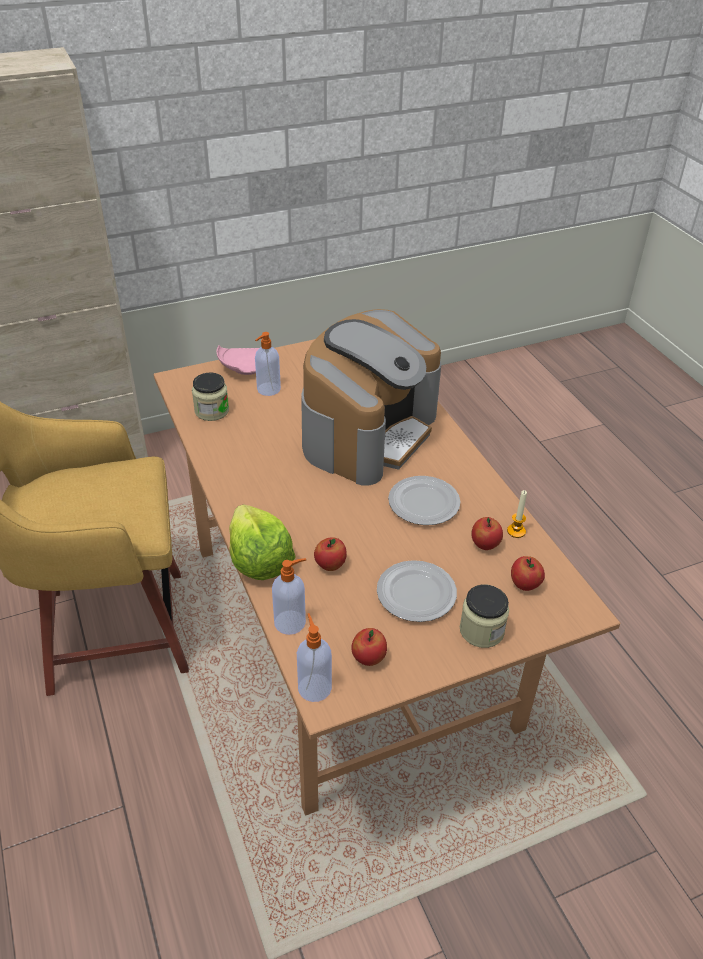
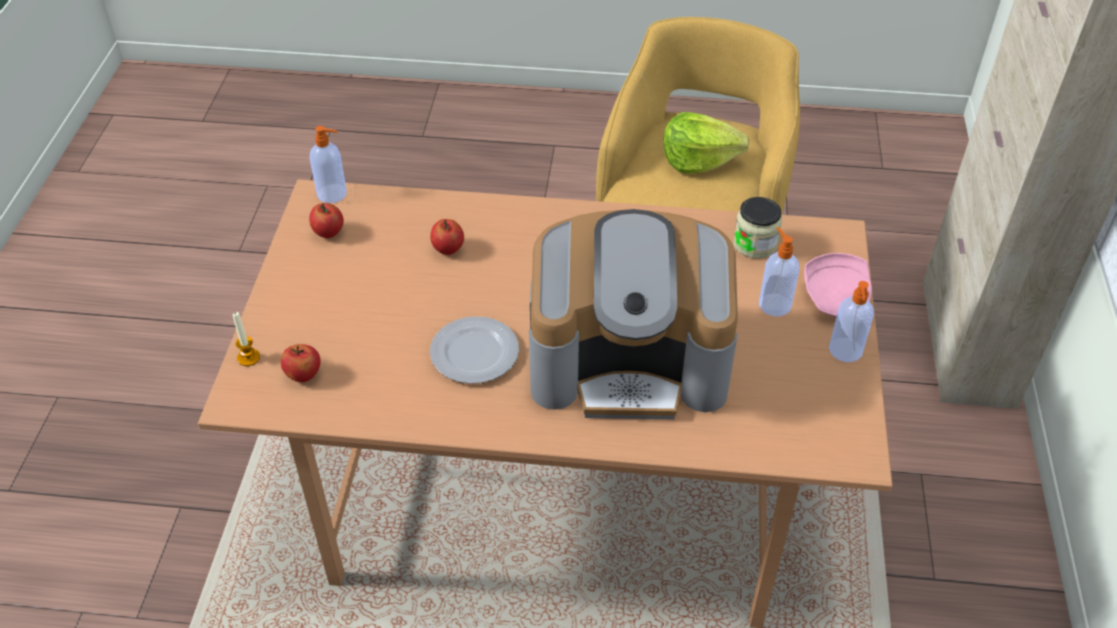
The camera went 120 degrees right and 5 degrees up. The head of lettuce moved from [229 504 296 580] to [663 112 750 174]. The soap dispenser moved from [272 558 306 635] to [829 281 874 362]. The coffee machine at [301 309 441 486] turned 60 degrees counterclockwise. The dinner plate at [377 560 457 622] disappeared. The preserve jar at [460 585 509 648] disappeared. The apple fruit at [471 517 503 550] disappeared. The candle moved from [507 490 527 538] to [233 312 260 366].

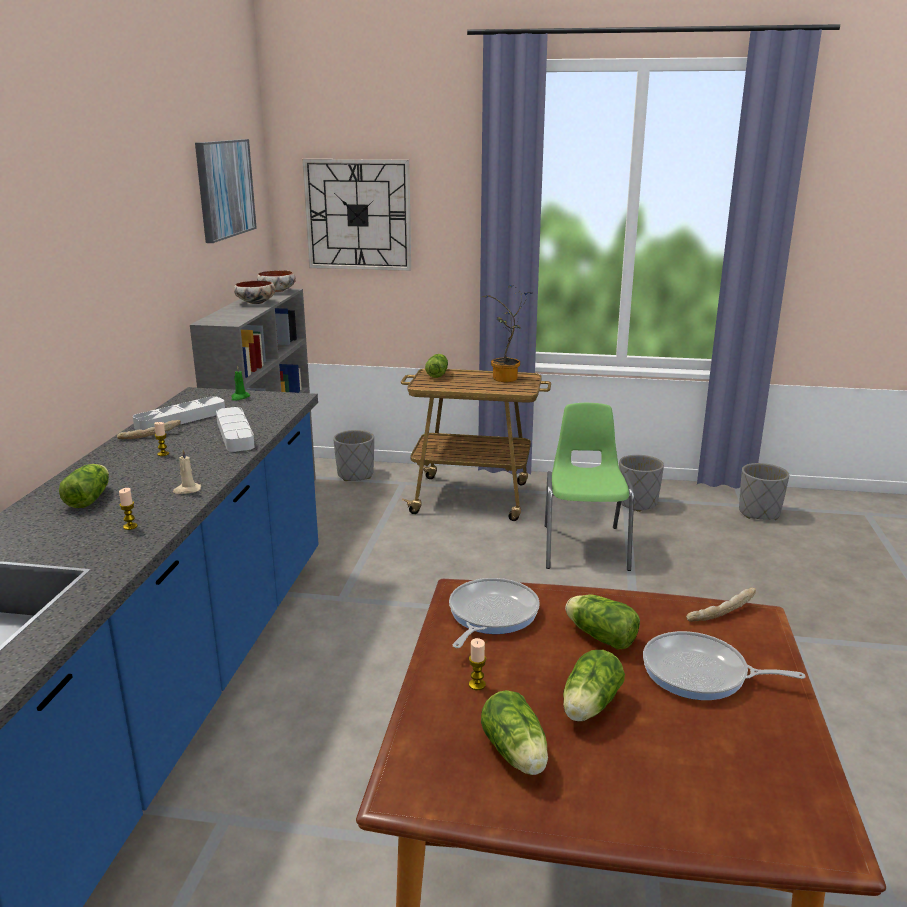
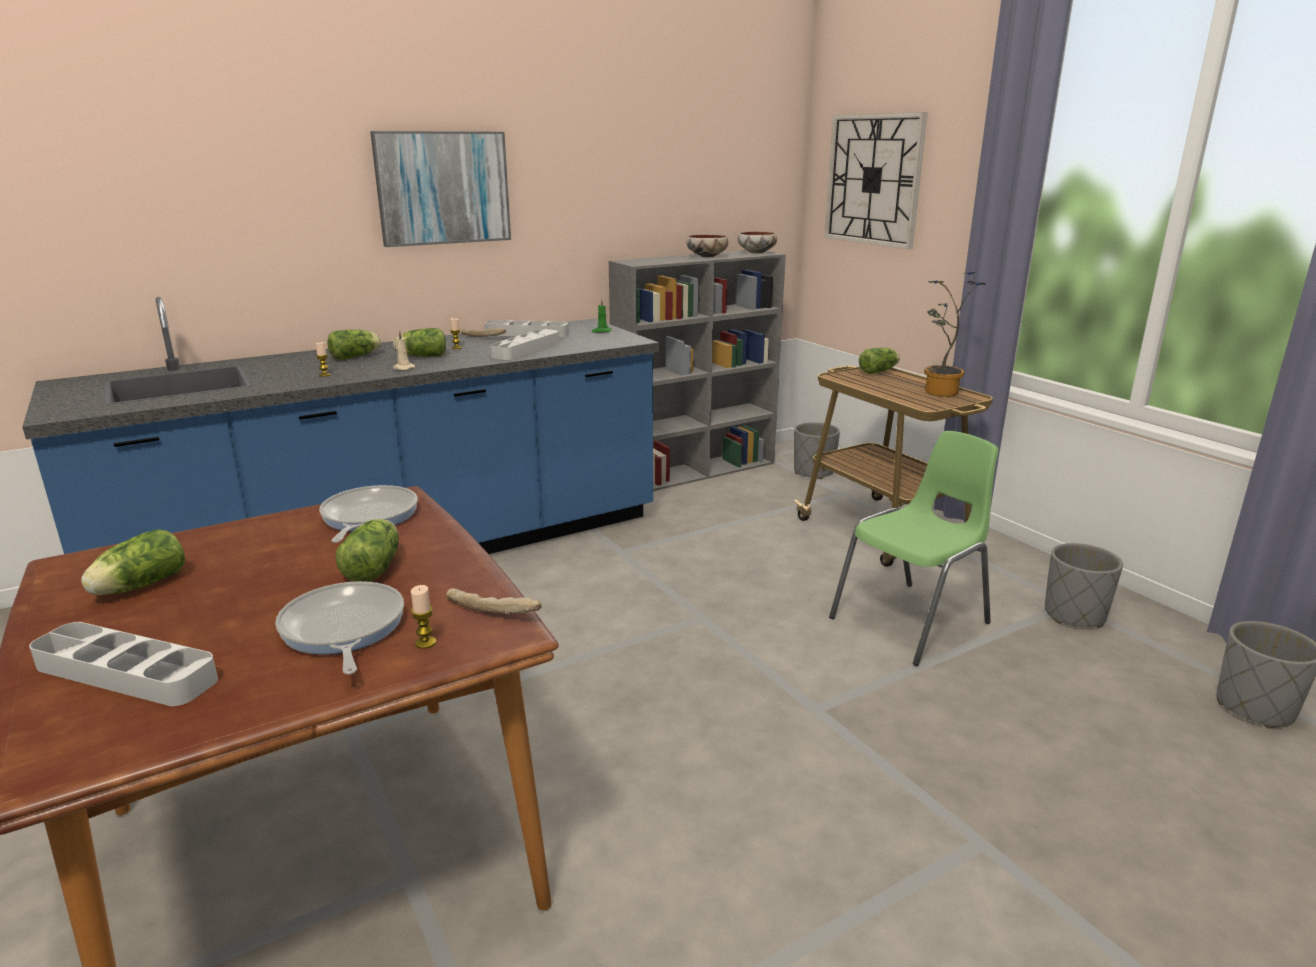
The camera went 50 degrees right and 0 degrees up. The picture moved from [195 139 257 243] to [370 131 511 247]. The skillet at [449 578 540 648] turned 75 degrees counterclockwise. The candle moved from [469 638 486 690] to [411 585 436 649]. The head of lettuce moved from [563 650 625 722] to [393 328 446 357]. The carrying tray (greyish) at [29 622 218 706] appeared.

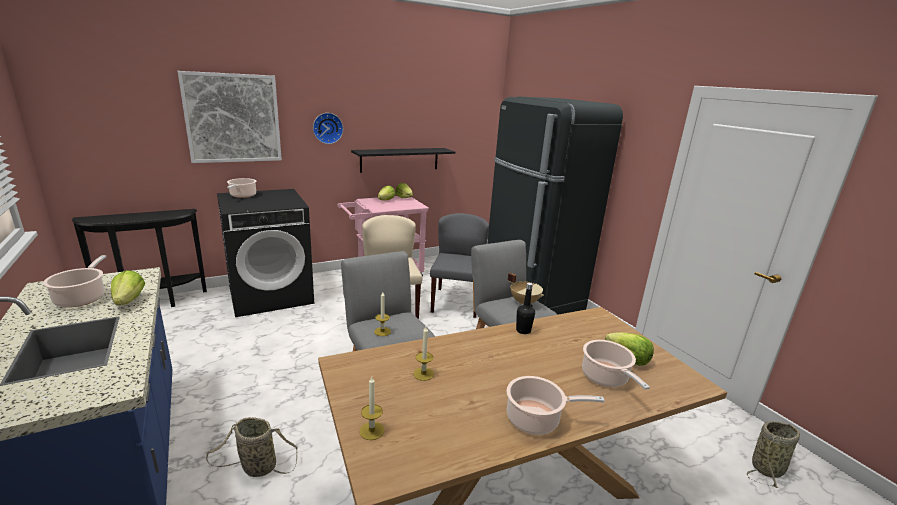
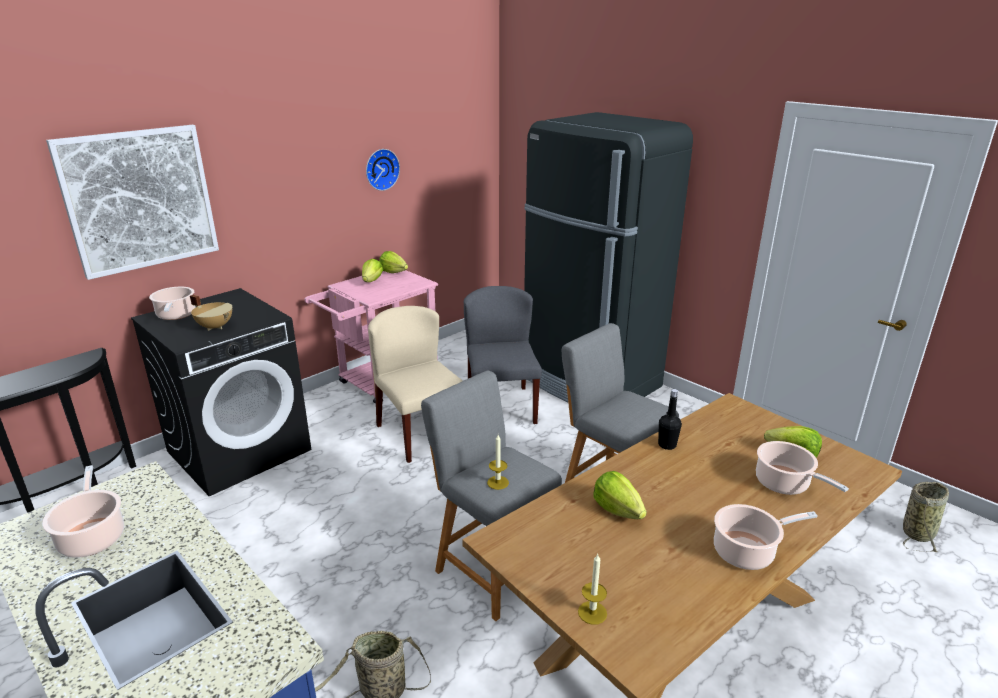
The camera went 15 degrees left and 5 degrees up. The head of lettuce moved from [111 270 145 305] to [594 471 647 519]. The wall clock moved from [313 113 343 144] to [366 149 400 191]. The bracket shelf (black) at [351 148 455 173] disappeared. The candle at [413 327 434 381] disappeared. The stockpot (beige) moved from [508 273 544 305] to [190 295 232 331].

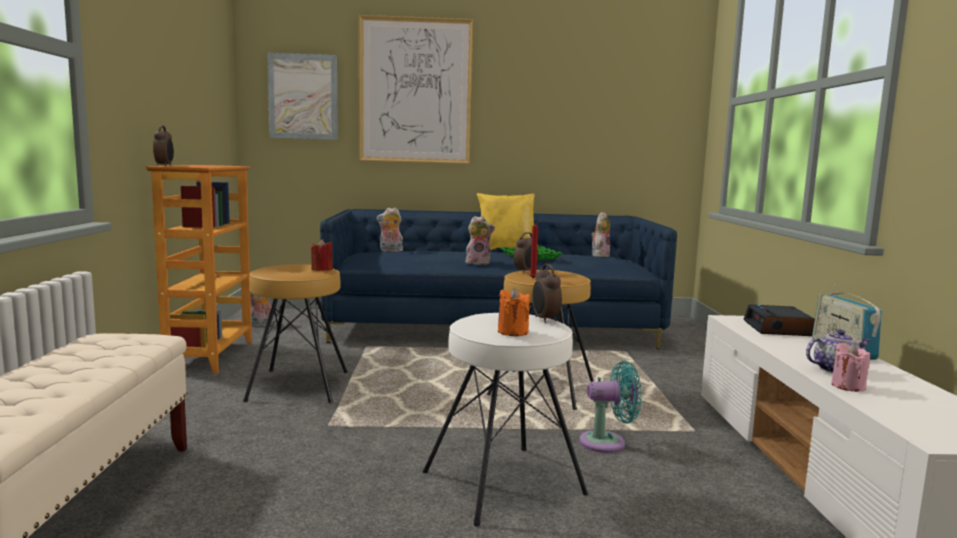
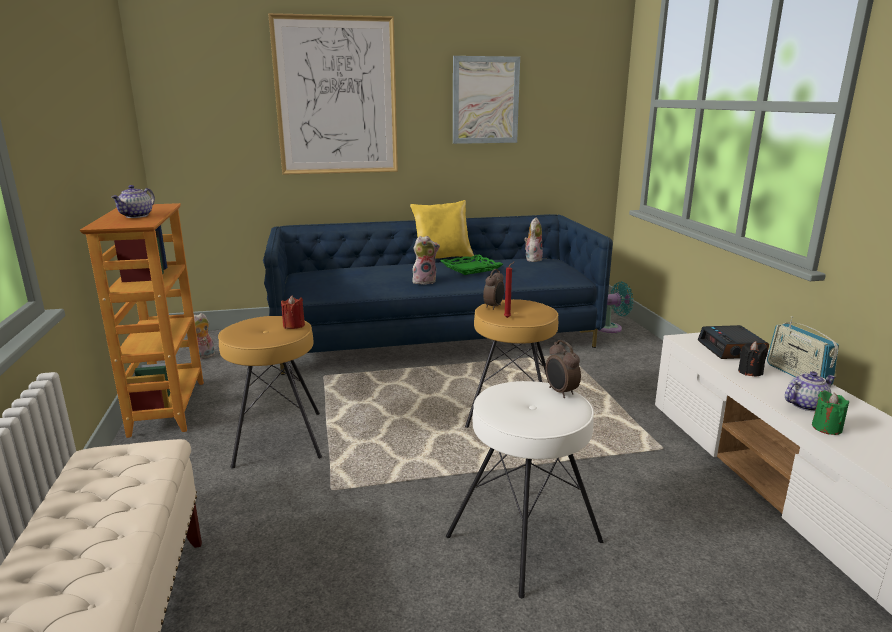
The camera went 10 degrees left and 10 degrees up. The table clock at [153 126 174 166] disappeared. The picture moved from [268 53 338 140] to [453 56 520 144]. The plush toy at [376 208 404 252] disappeared. The candle (orange) at [498 288 530 336] disappeared. The fan (turquoise-coloured) moved from [579 361 642 453] to [597 282 634 333]. The candle (pink) at [831 343 870 392] became the candle (green) at [812 390 849 435]. The teapot at [111 185 155 218] appeared. The candle (black) at [738 341 767 376] appeared.

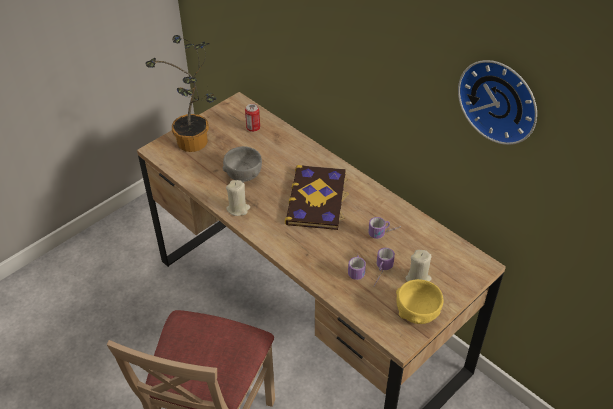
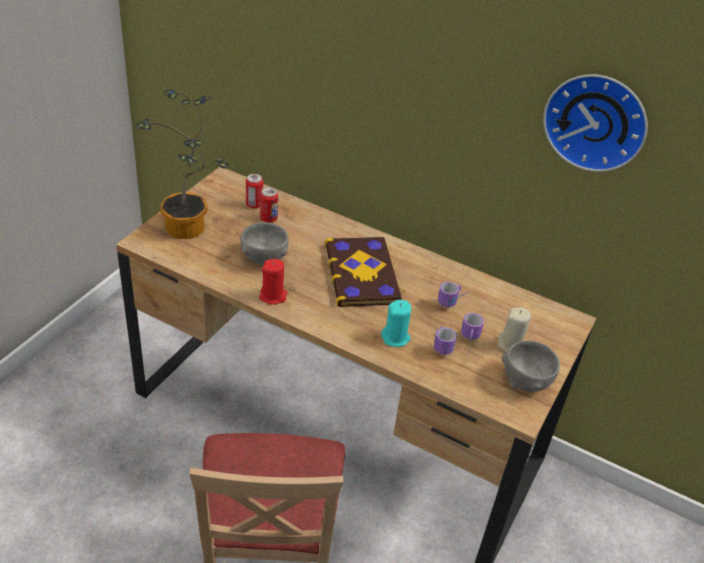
The camera went 20 degrees left and 5 degrees down. The candle (beige) at [226 180 250 216] became the candle (red) at [259 259 287 305]. The deep dish (yellow) at [396 279 444 324] became the deep dish (greyish) at [502 341 560 392]. The can at [260 188 278 223] appeared. The candle (turquoise-coloured) at [381 300 411 347] appeared.

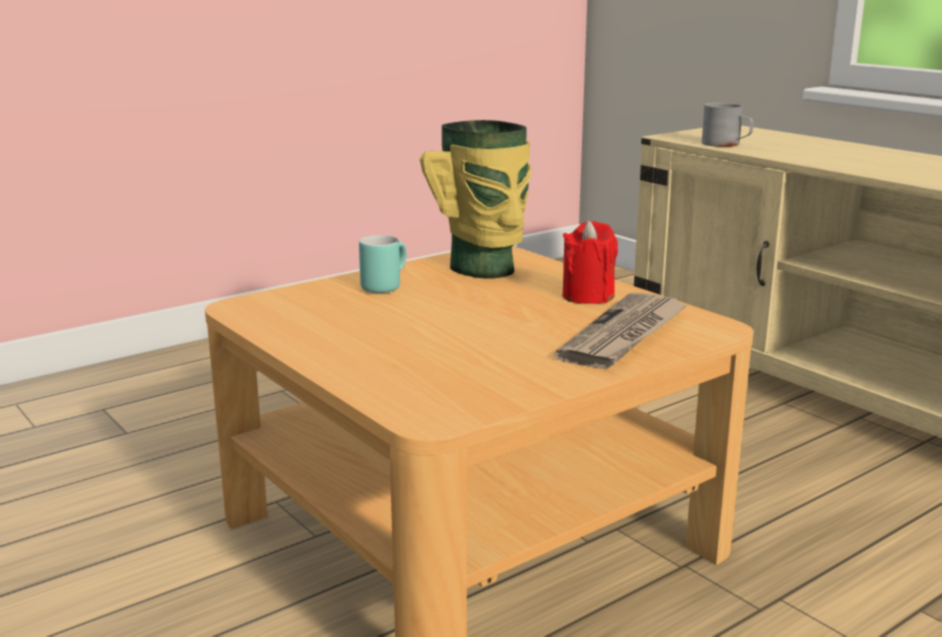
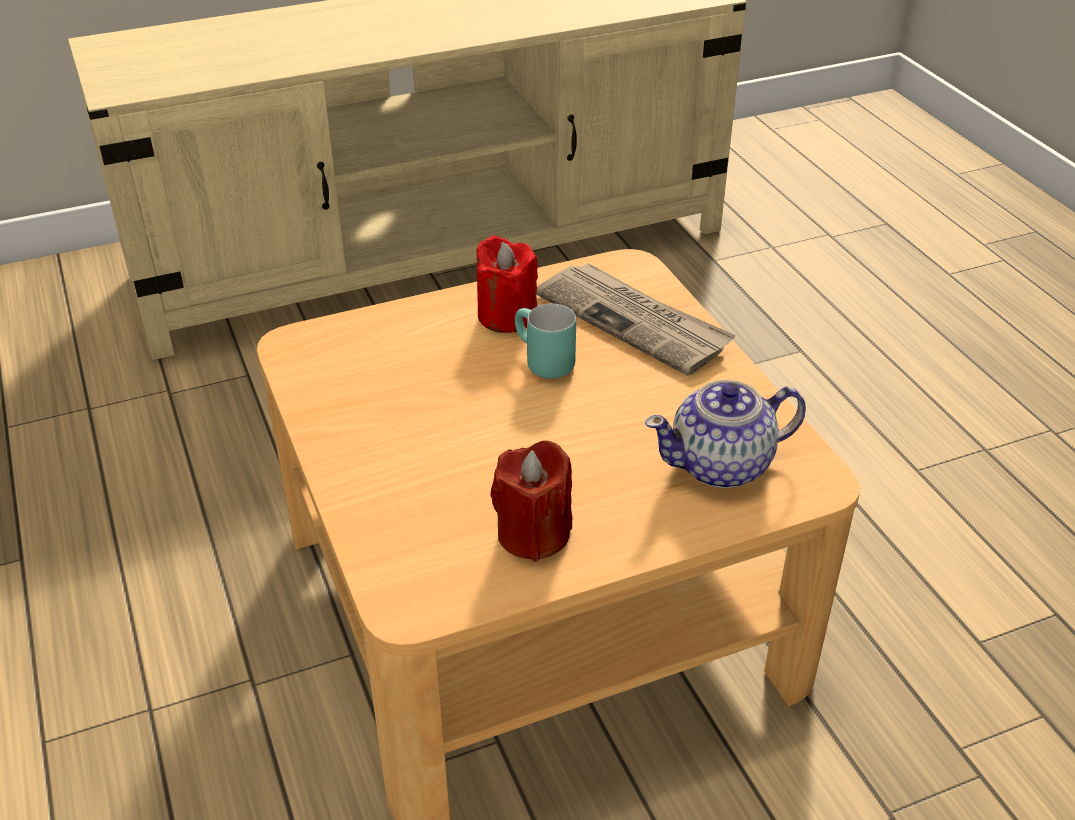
The camera went 75 degrees left and 20 degrees up. The tea mug (turquoise-coloured) moved from [359 235 407 293] to [515 304 576 379]. The decorative vase at [420 120 532 279] disappeared. The tea mug (greyish) at [702 102 753 147] disappeared. The candle (red) at [491 441 572 562] appeared. The teapot at [645 380 806 488] appeared.

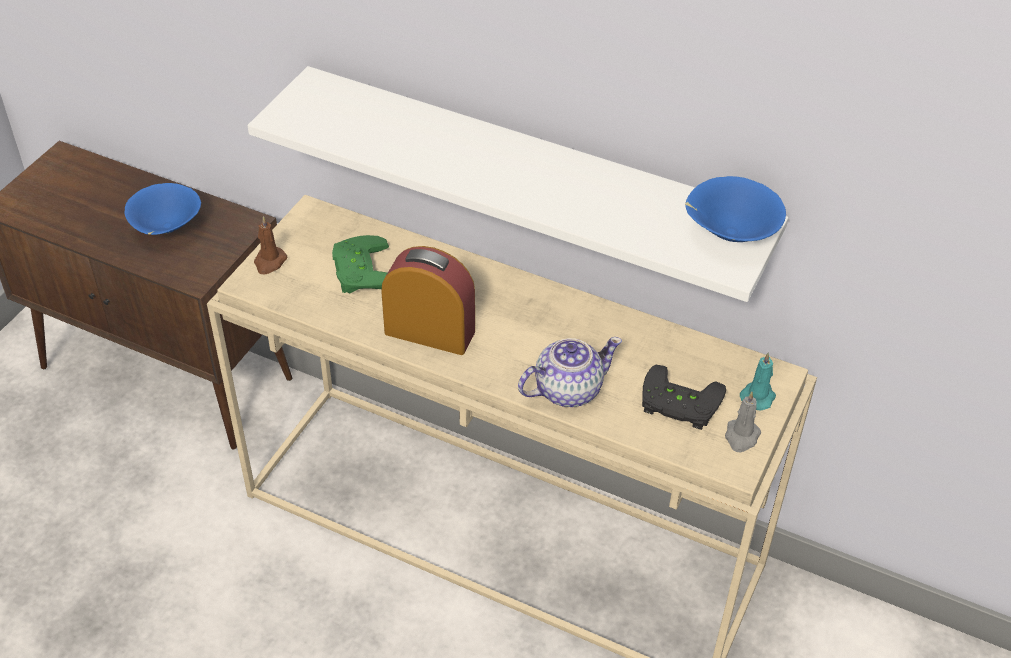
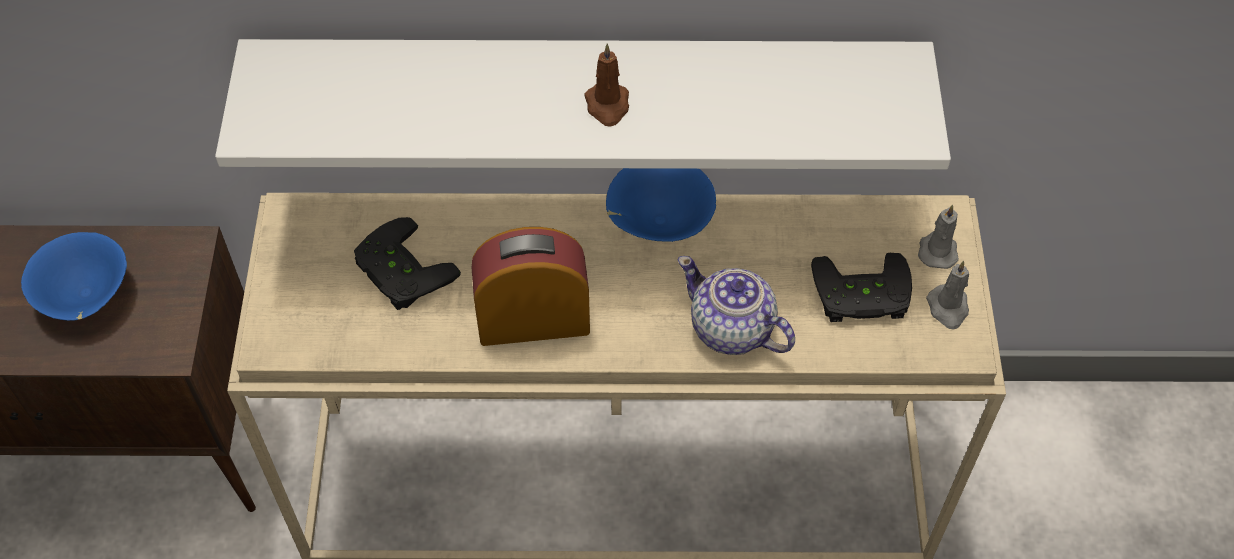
The camera went 25 degrees left and 10 degrees up. The candle (brownish) moved from [254 216 287 275] to [584 44 629 127]. The joypad (green) at [332 235 389 293] became the joypad (black) at [354 217 461 310]. The teapot at [518 337 622 407] turned 90 degrees counterclockwise. The deep dish (blue-coloured) moved from [685 176 786 242] to [606 168 716 242]. The candle (turquoise-coloured) at [740 352 776 410] became the candle (greyish) at [918 205 959 269].

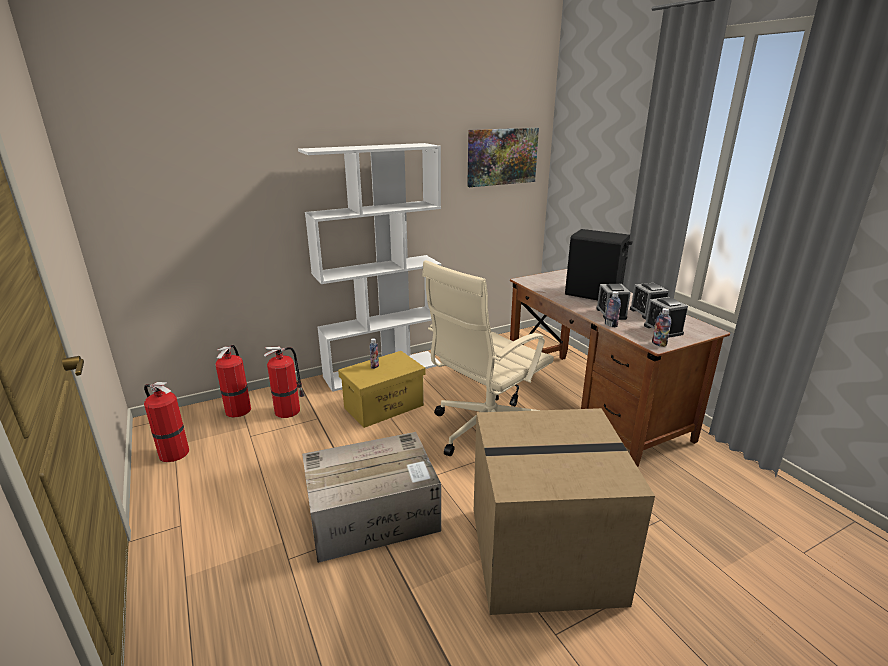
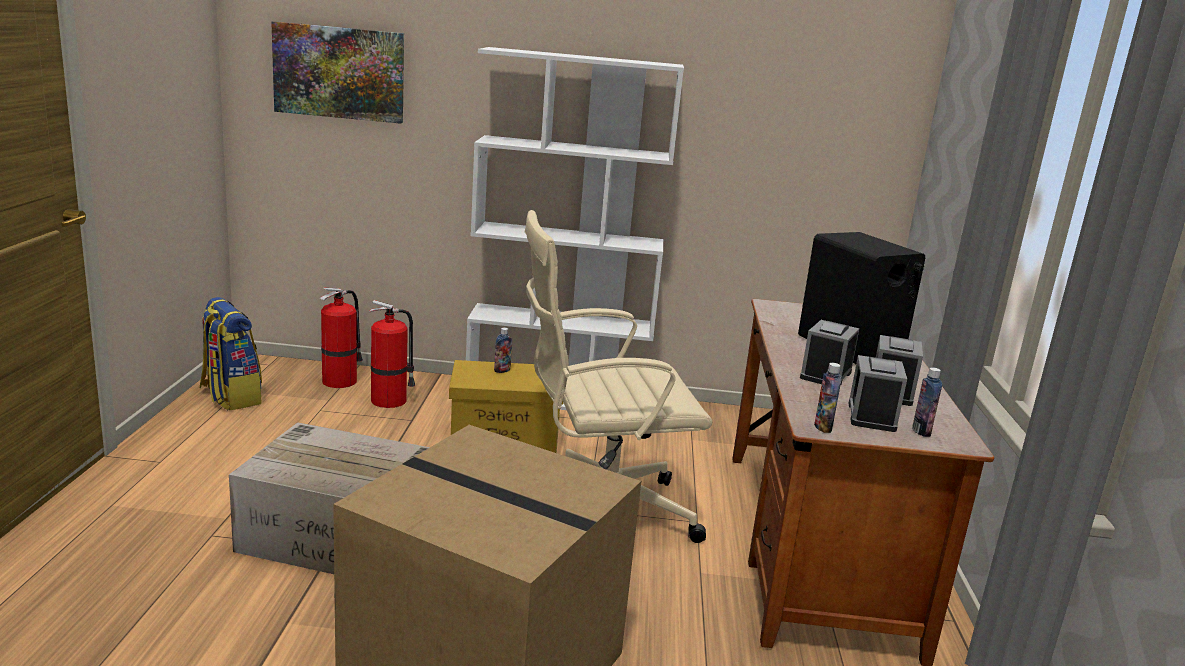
The camera went 30 degrees right and 5 degrees down. The extinguisher at [144 382 189 462] was replaced by the backpack at [200 297 262 410]. The picture moved from [467 128 539 187] to [271 21 404 124]. The beverage bottle moved from [605 292 621 327] to [912 367 942 437].

